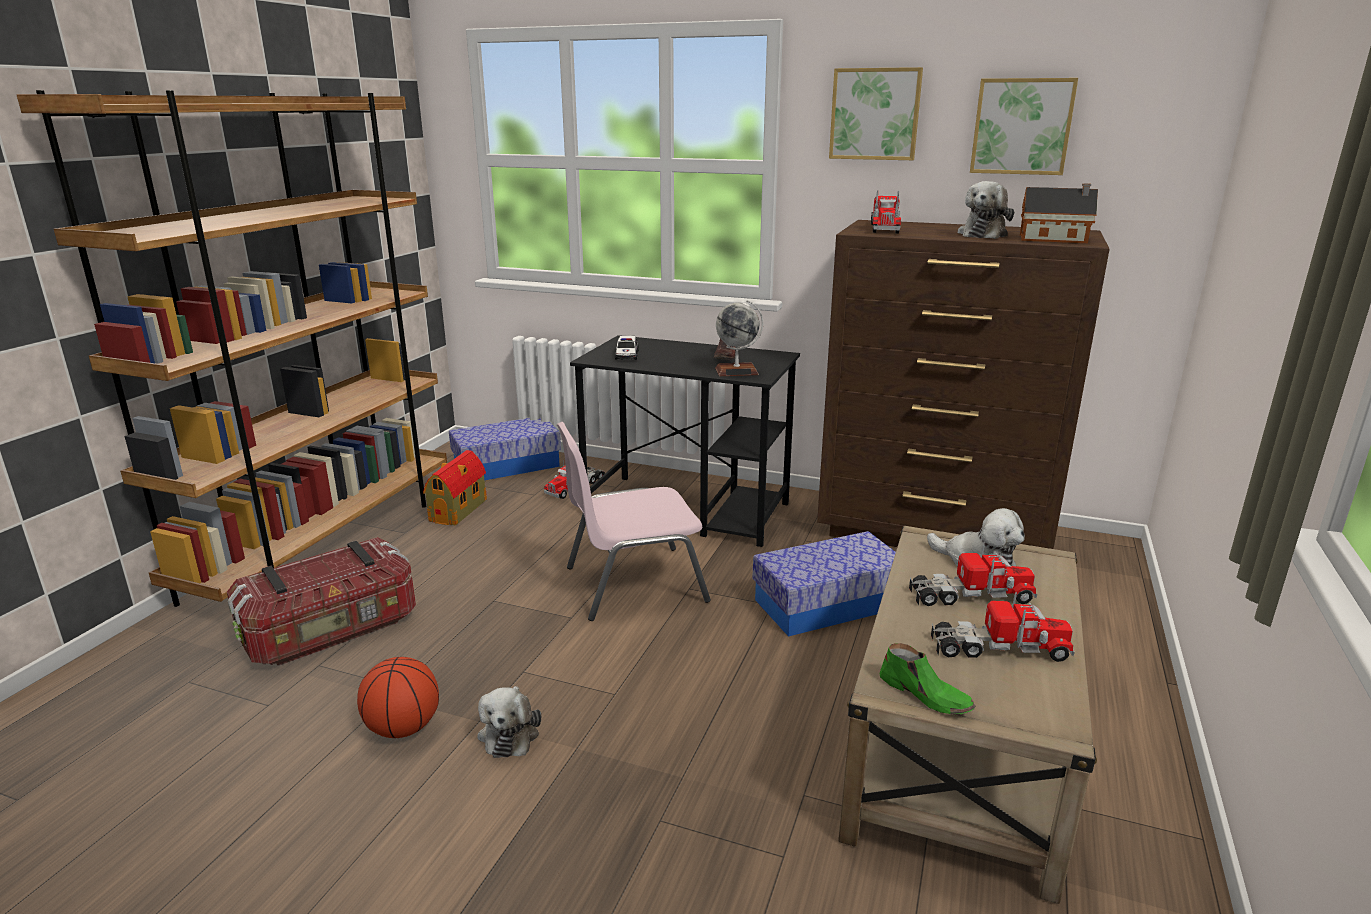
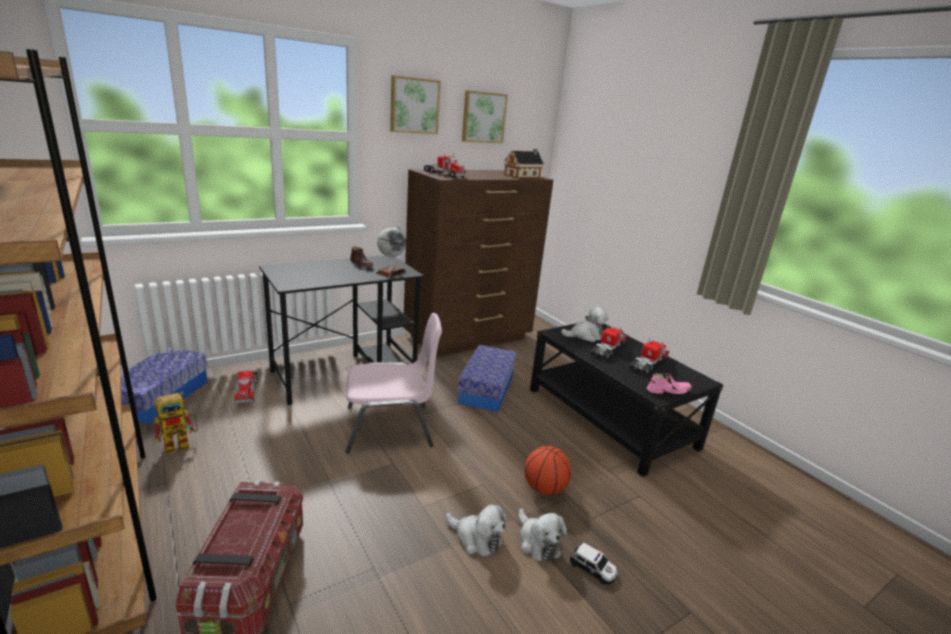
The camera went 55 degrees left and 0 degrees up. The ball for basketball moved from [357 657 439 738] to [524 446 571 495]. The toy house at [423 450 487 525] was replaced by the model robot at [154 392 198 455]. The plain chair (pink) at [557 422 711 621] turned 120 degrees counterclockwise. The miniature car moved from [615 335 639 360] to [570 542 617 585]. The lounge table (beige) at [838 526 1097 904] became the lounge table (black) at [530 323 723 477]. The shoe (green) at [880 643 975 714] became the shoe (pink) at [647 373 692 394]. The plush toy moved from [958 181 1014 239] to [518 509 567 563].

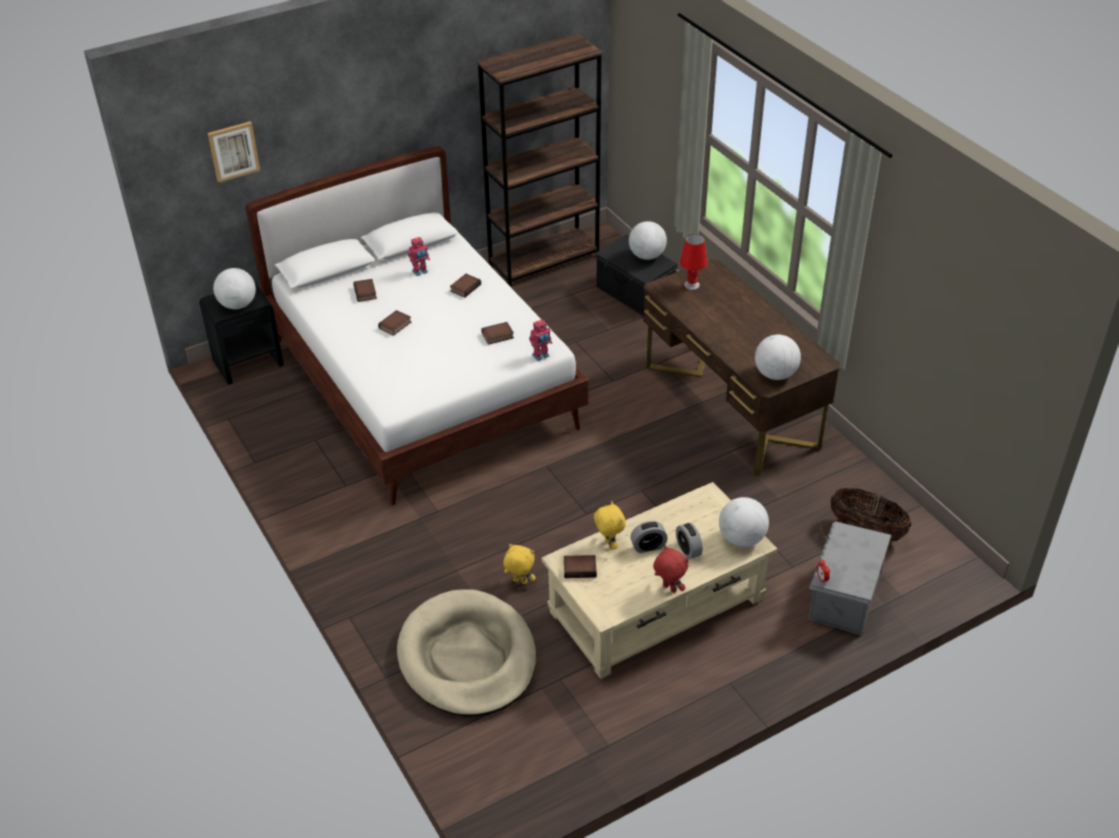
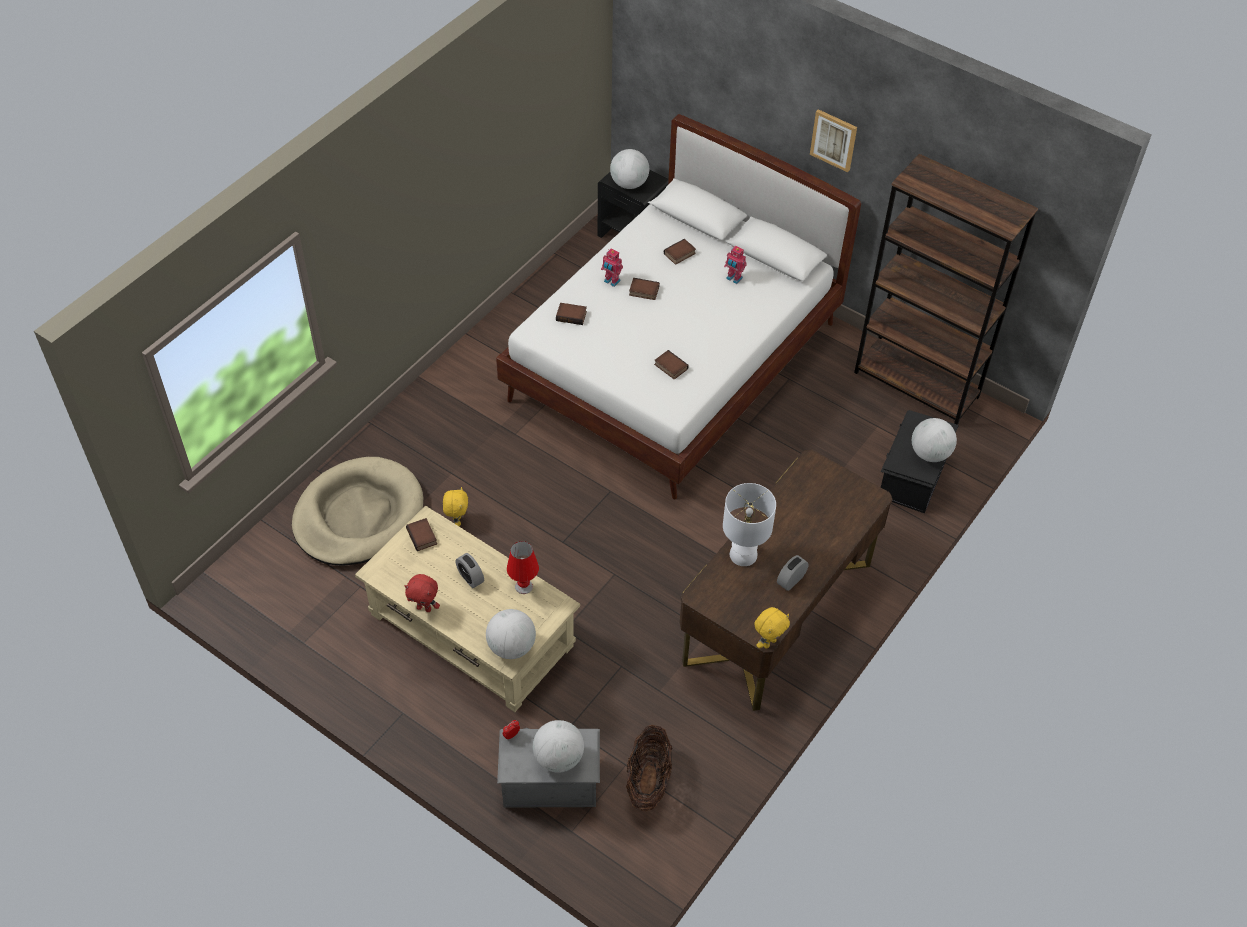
The camera went 65 degrees right and 10 degrees up. The picture moved from [208 122 260 182] to [810 109 857 172]. The book moved from [450 274 481 298] to [556 303 587 325]. The model robot moved from [529 319 552 361] to [601 248 623 287]. The plush toy (yellow) moved from [594 501 626 549] to [755 607 790 649]. The plush toy (red) at [653 545 689 593] turned 90 degrees clockwise. The table clock moved from [676 522 703 559] to [777 555 808 591]. The tabletop lamp (red) moved from [680 234 708 290] to [507 541 539 594]. The globe moved from [755 335 801 380] to [533 720 584 773]. The tabletop lamp (whitish) at [723 483 776 566] appeared.

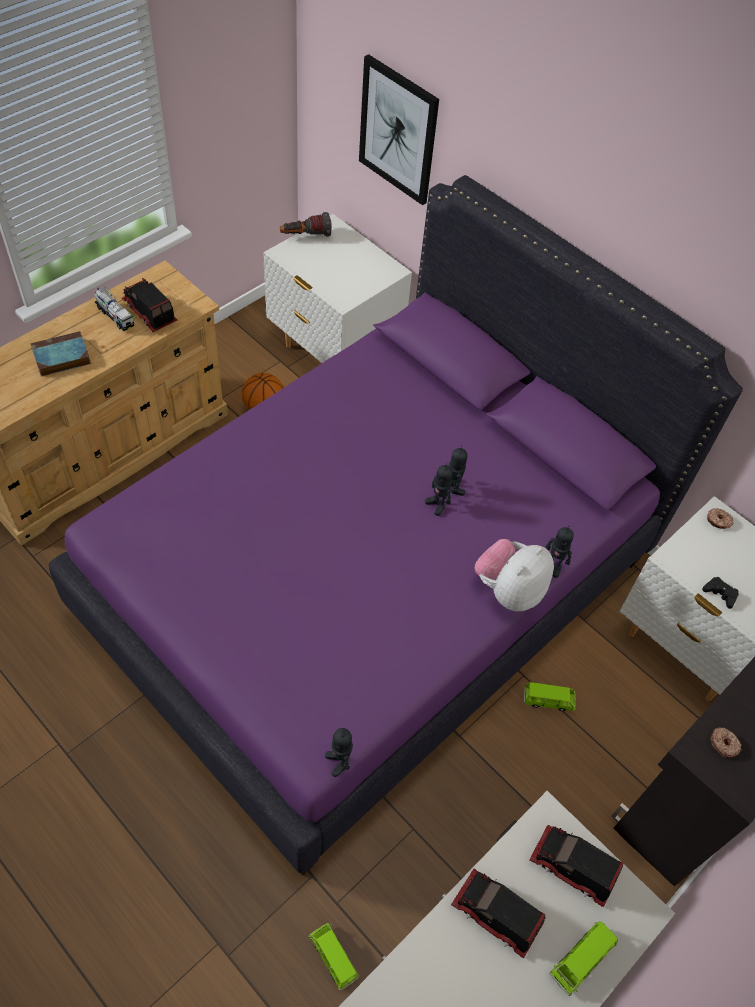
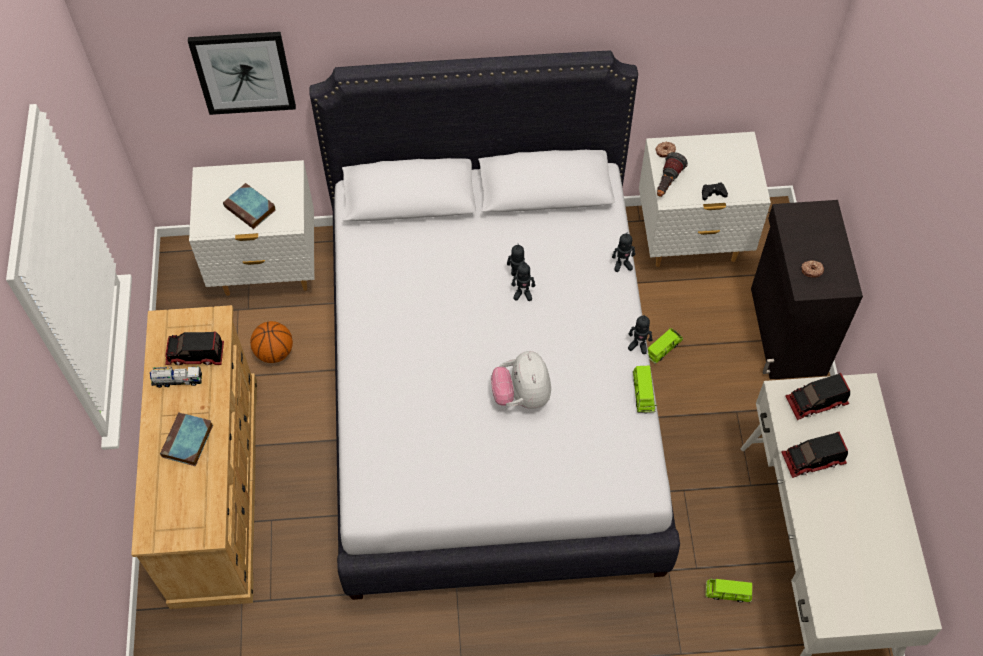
The camera went 45 degrees left and 5 degrees up. The bedroom bed (purplish) at [49 175 743 876] became the bedroom bed (whitish) at [309 50 680 600]. The torch moved from [280 212 332 237] to [657 152 688 197]. The model robot moved from [325 728 353 777] to [628 315 652 354]. The plush toy moved from [474 539 554 611] to [491 351 551 409]. The miniature car (green) moved from [549 922 618 996] to [633 366 657 413]. The book at [223 183 276 229] appeared.

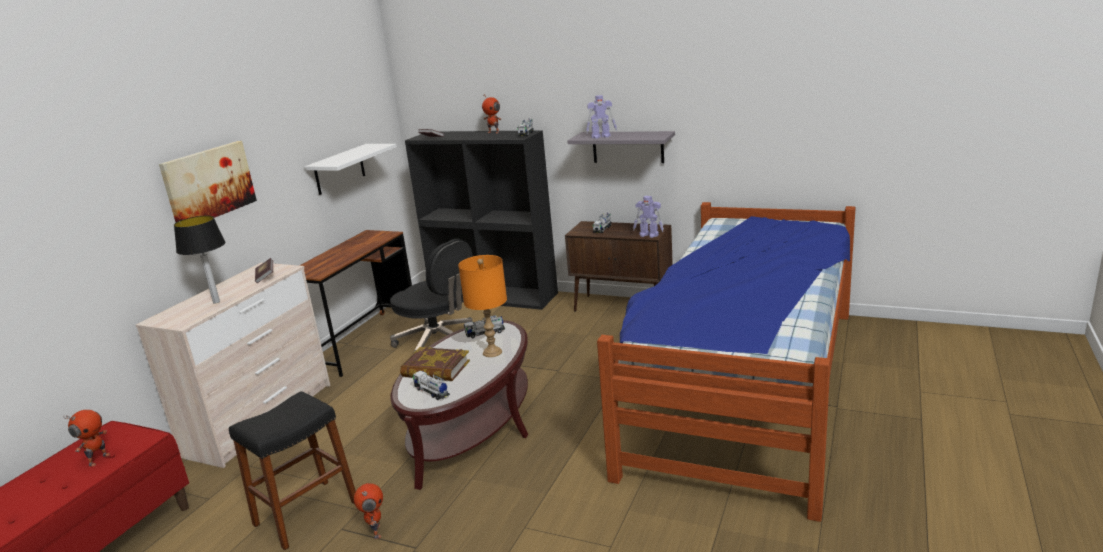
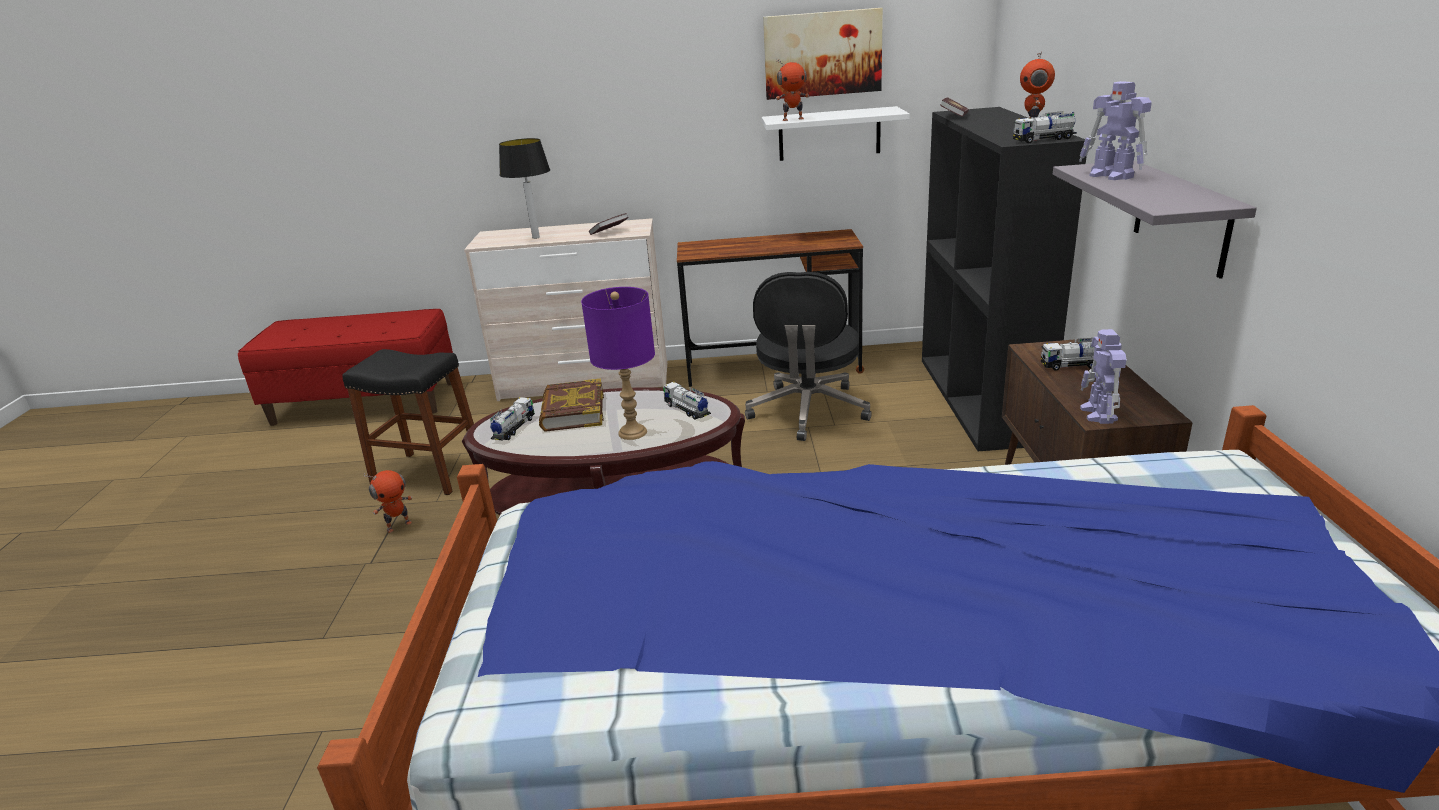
The camera went 65 degrees right and 5 degrees up. The model robot moved from [63 410 110 467] to [775 59 809 121]. The picture moved from [159 141 257 222] to [763 8 883 100]. The tabletop lamp (orange) at [458 255 507 357] became the tabletop lamp (purplish) at [581 287 655 440].

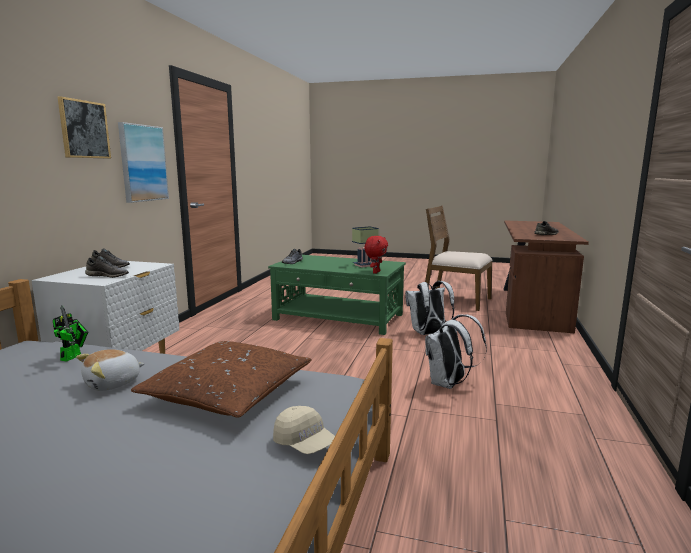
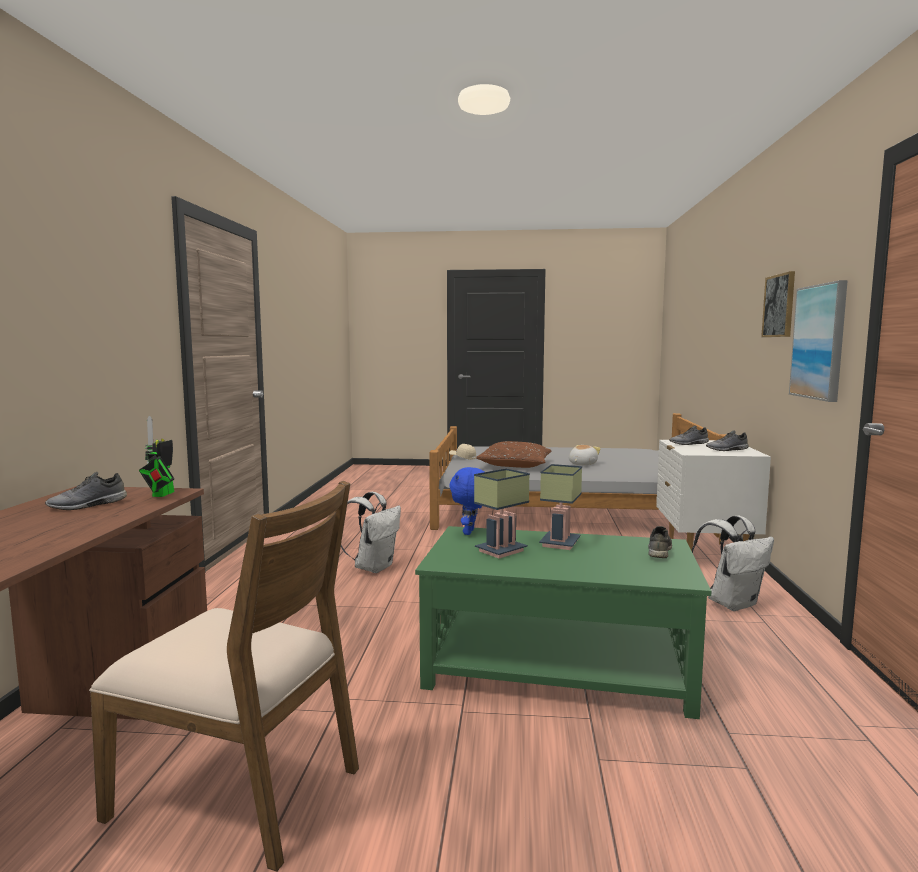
The camera went 170 degrees right and 5 degrees down. The model robot moved from [53 306 88 362] to [139 415 175 497]. The plush toy (red) at [364 236 388 274] became the plush toy (blue-coloured) at [450 467 484 535]. The backpack (whitish) moved from [405 281 454 335] to [692 516 774 611]. The tabletop lamp at [539 464 582 550] appeared.

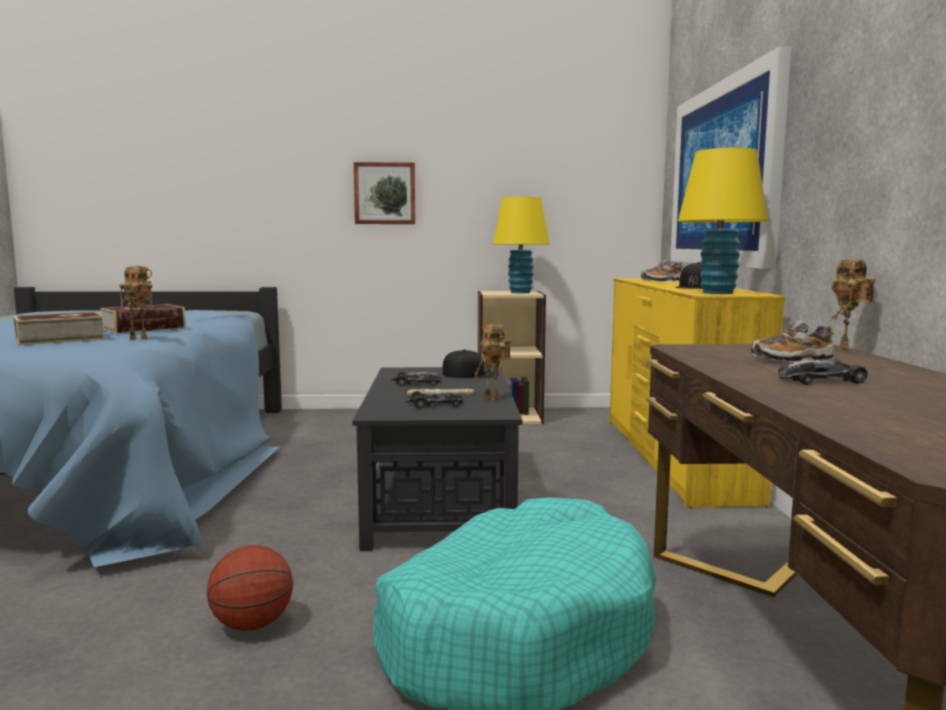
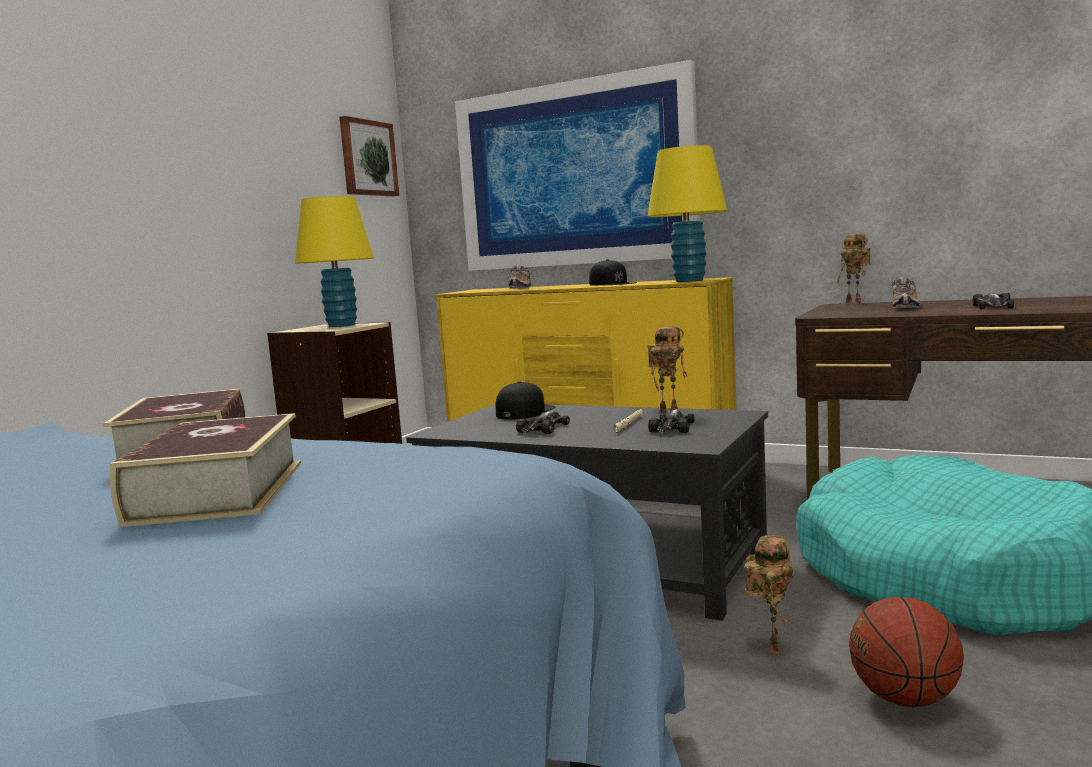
The camera went 60 degrees left and 0 degrees up. The model robot moved from [120 266 153 340] to [744 535 794 654]. The picture moved from [354 162 415 224] to [339 116 399 196].

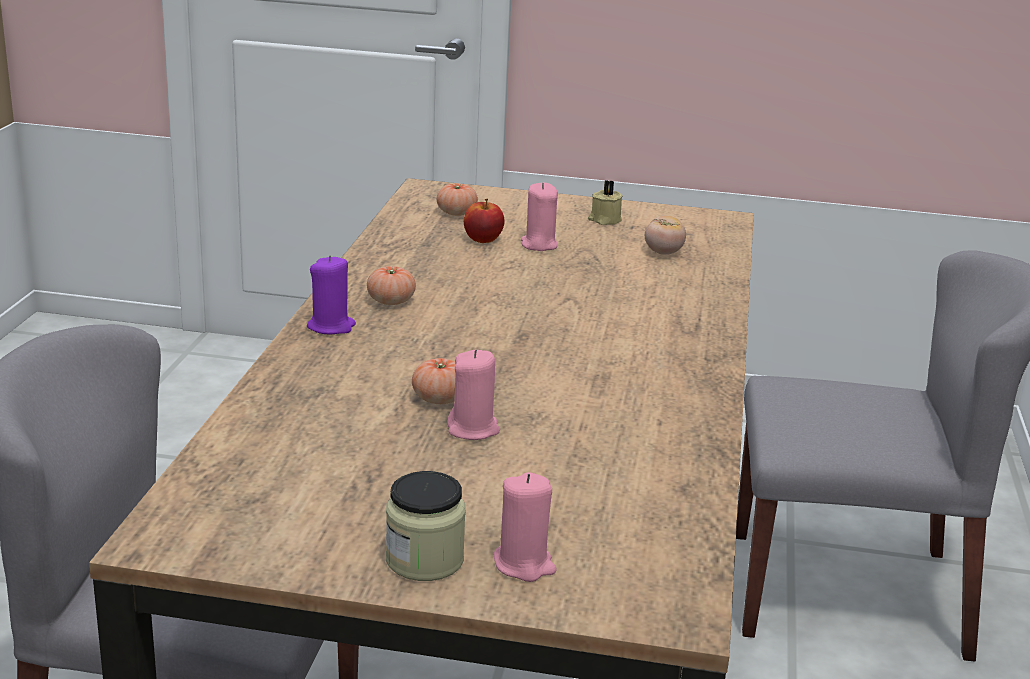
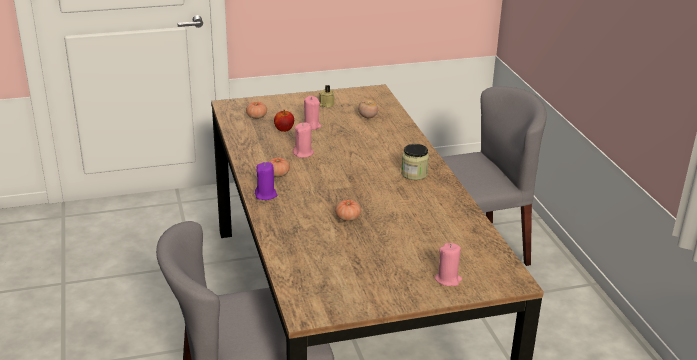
The camera went 25 degrees left and 5 degrees up. The preserve jar moved from [386 471 466 581] to [401 144 429 180]. The candle (pink) moved from [447 350 500 440] to [293 122 314 158].

